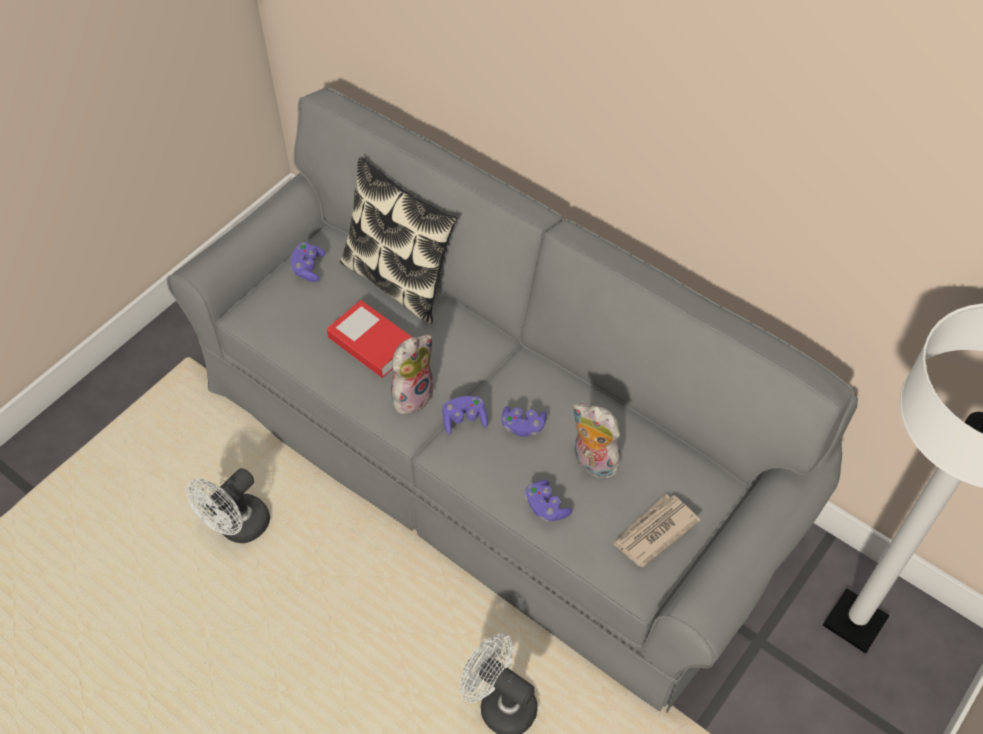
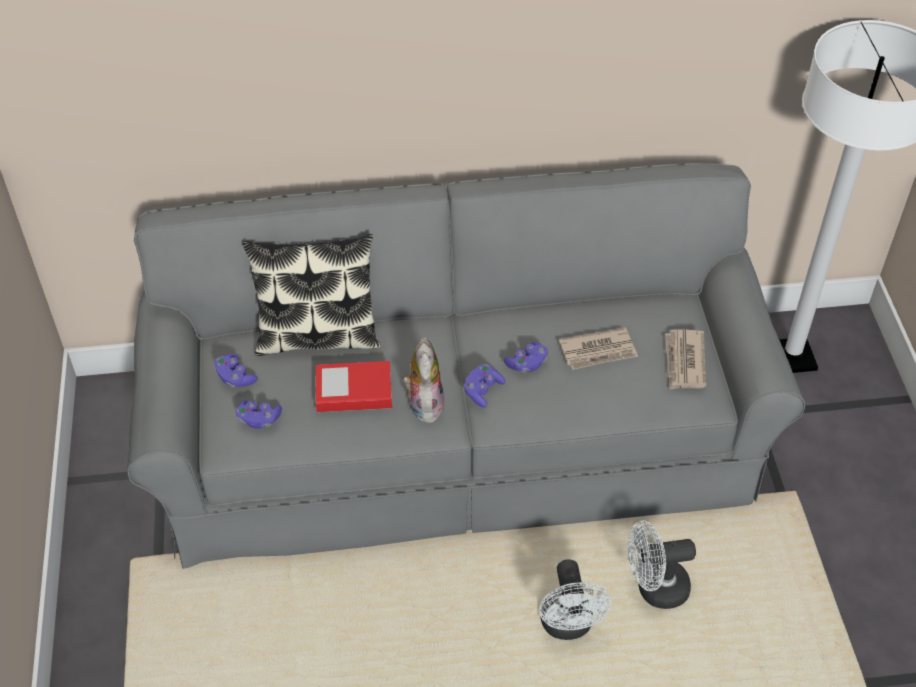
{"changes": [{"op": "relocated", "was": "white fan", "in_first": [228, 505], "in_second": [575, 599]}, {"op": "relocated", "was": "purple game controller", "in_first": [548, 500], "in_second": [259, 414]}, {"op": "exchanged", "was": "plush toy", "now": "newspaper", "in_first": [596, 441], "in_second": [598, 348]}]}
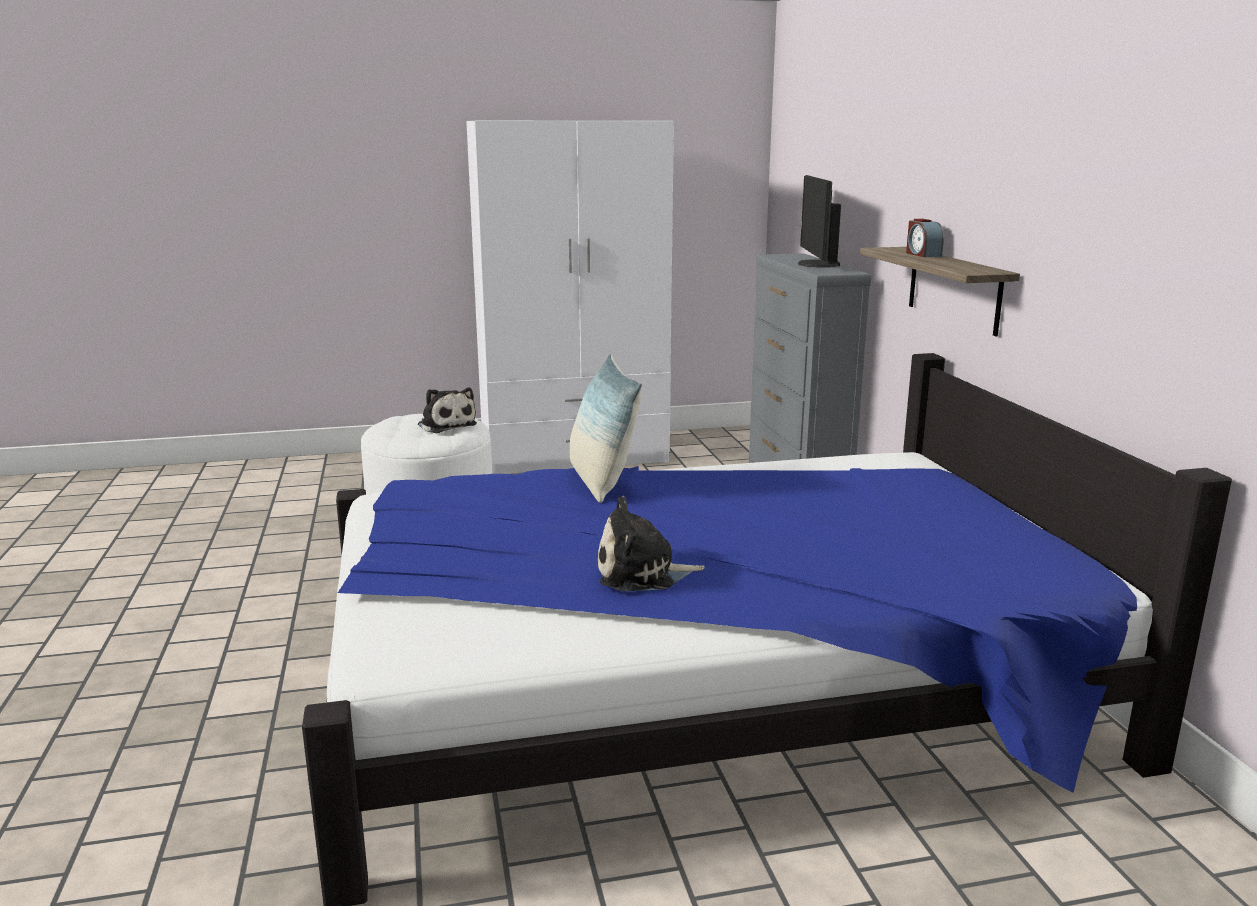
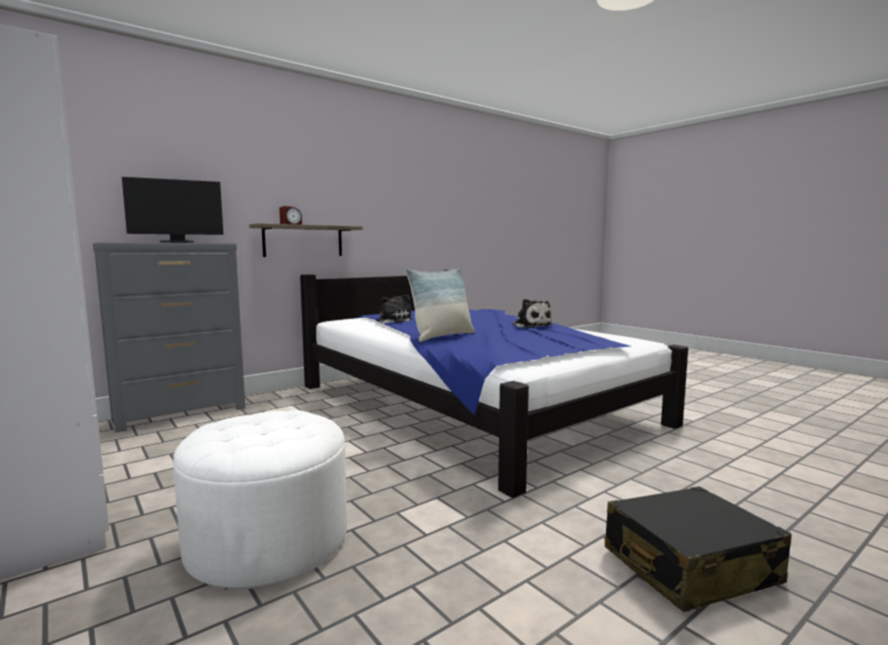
{"changes": [{"op": "relocated", "was": "plush toy", "in_first": [447, 410], "in_second": [395, 309]}, {"op": "appeared", "now": "black suitcase", "in_second": [698, 549]}]}
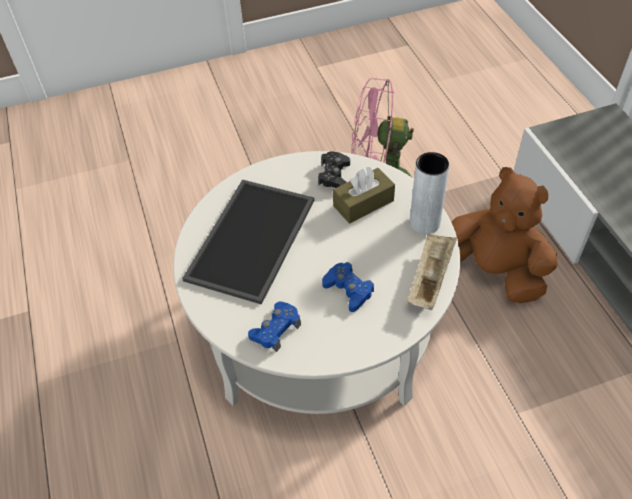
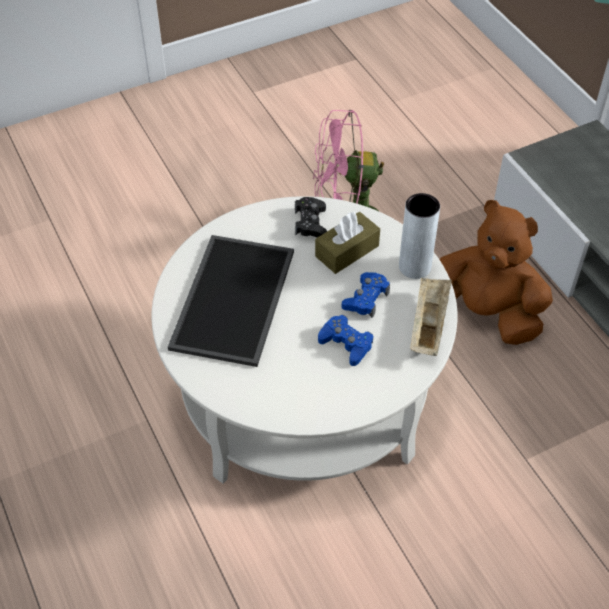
{"changes": [{"op": "relocated", "was": "blue game controller", "in_first": [274, 327], "in_second": [366, 295]}]}
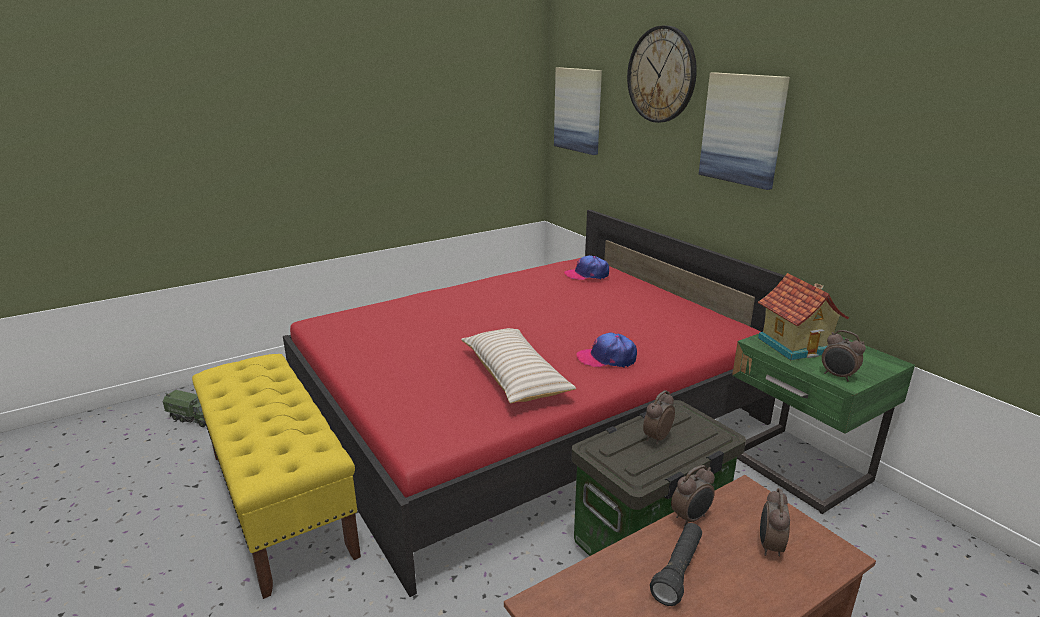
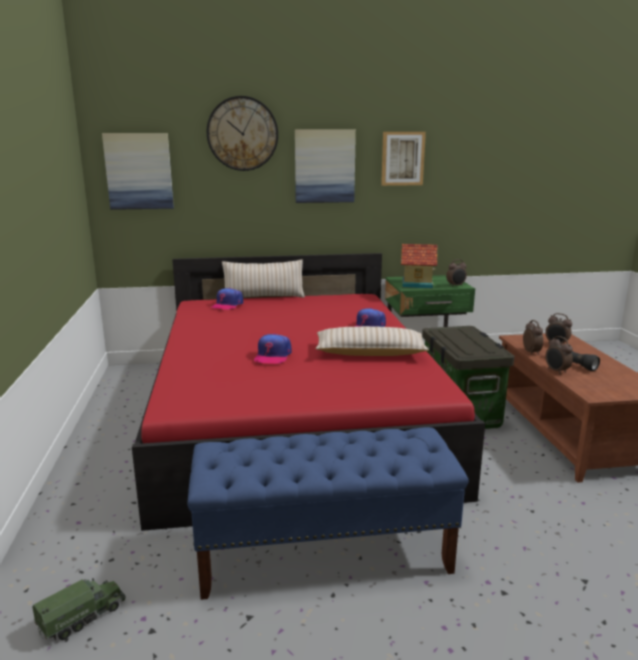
{"changes": [{"op": "colour", "was": "yellow bench", "now": "blue bench", "in_first": [276, 476], "in_second": [328, 513]}, {"op": "relocated", "was": "alarm clock", "in_first": [659, 417], "in_second": [559, 355]}, {"op": "appeared", "now": "beige pillow", "in_second": [263, 278]}, {"op": "appeared", "now": "cap", "in_second": [272, 348]}, {"op": "appeared", "now": "picture", "in_second": [403, 159]}]}
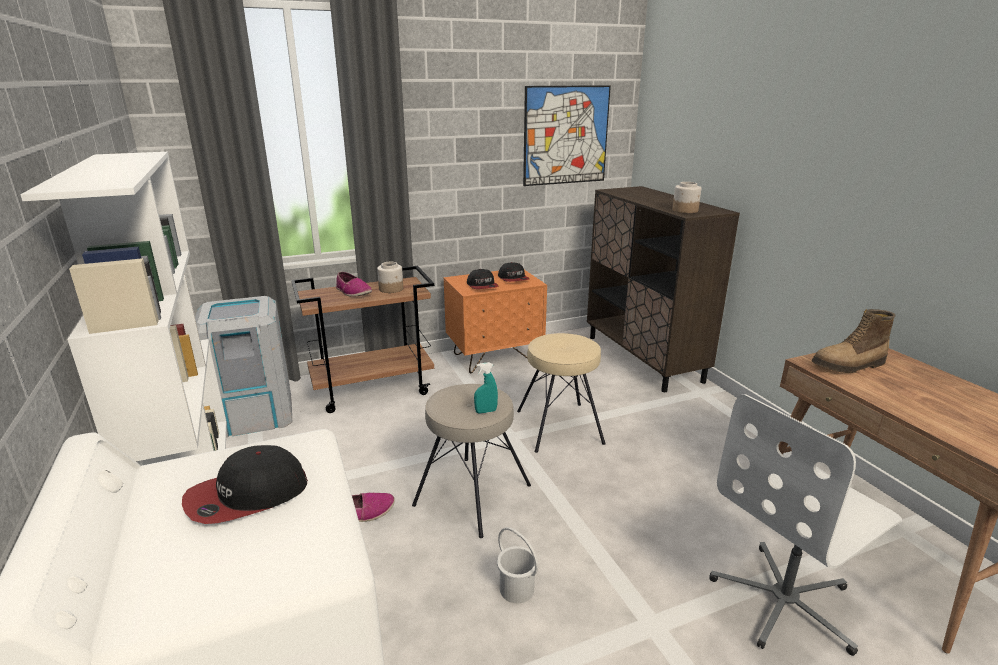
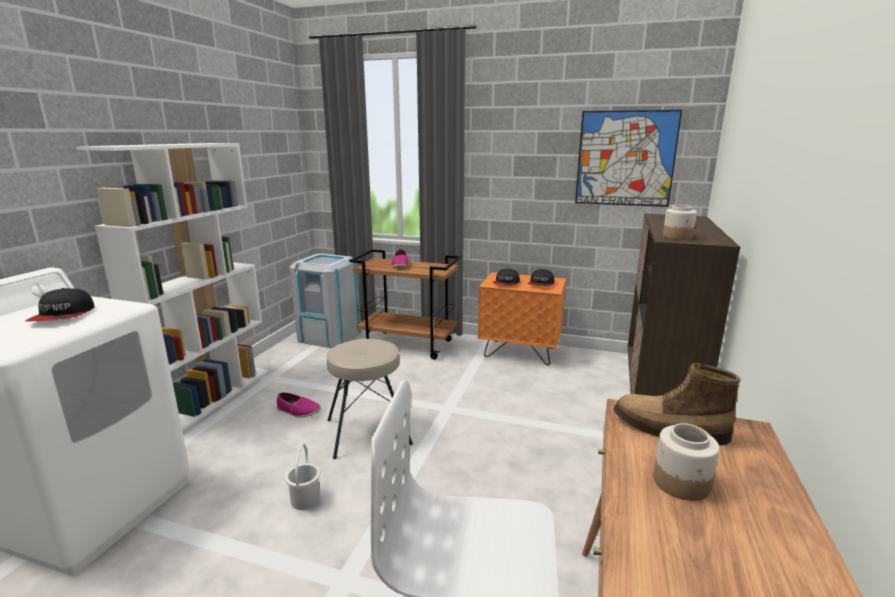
{"changes": [{"op": "spun", "was": "cap", "in_first": [245, 484], "in_second": [60, 304], "clockwise": -105}, {"op": "relocated", "was": "jar", "in_first": [390, 277], "in_second": [686, 462]}, {"op": "missing", "was": "turquoise spray bottle", "in_first": [486, 388]}, {"op": "missing", "was": "beige stool", "in_first": [561, 393]}]}
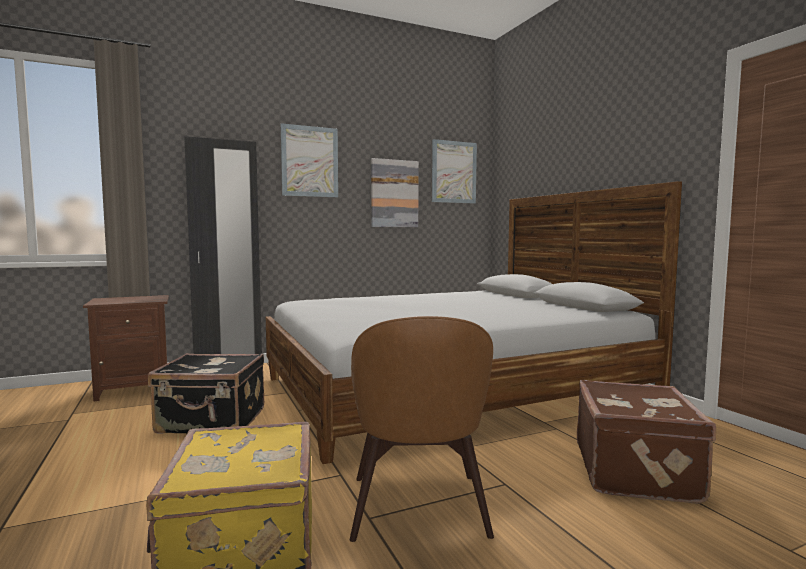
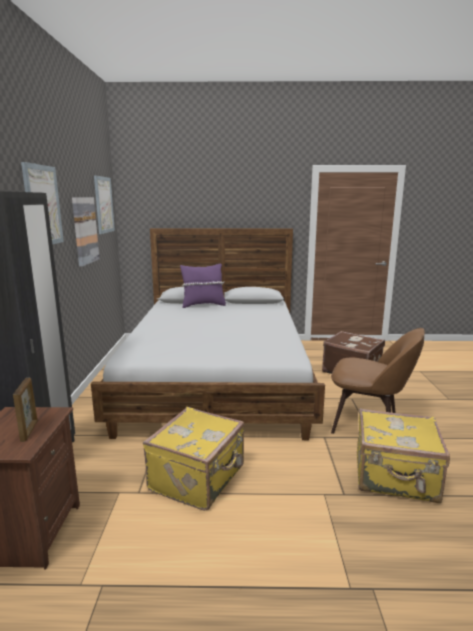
{"changes": [{"op": "colour", "was": "black suitcase", "now": "yellow suitcase", "in_first": [206, 393], "in_second": [194, 459]}, {"op": "appeared", "now": "picture frame", "in_second": [25, 410]}, {"op": "appeared", "now": "purple pillow", "in_second": [203, 286]}]}
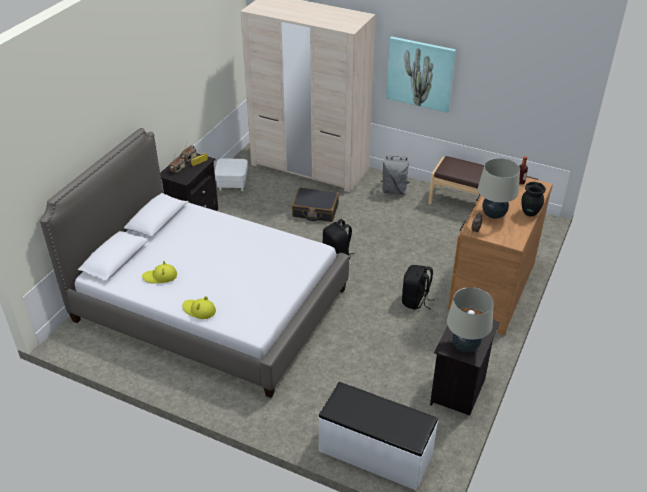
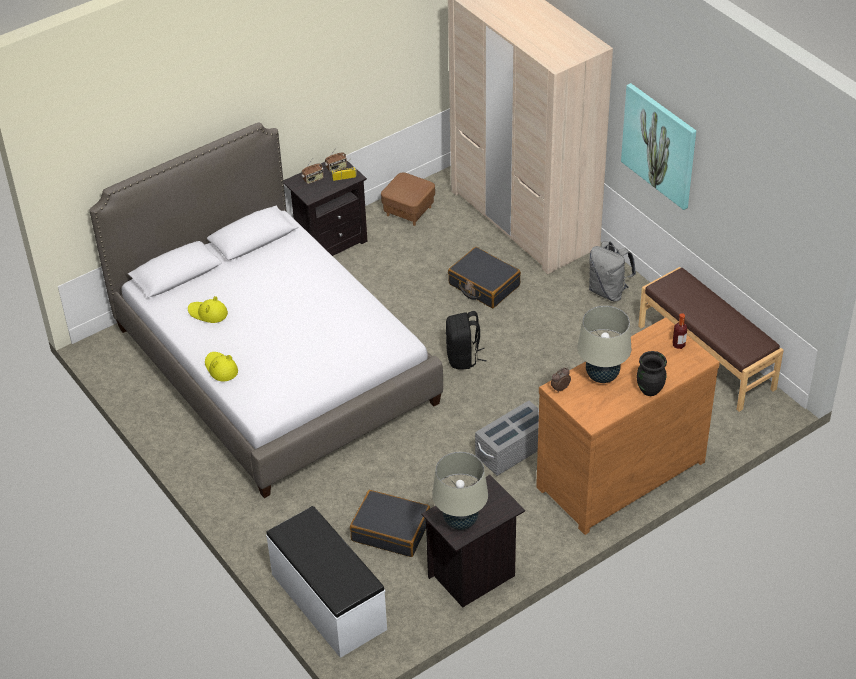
{"changes": [{"op": "colour", "was": "white ottoman", "now": "brown ottoman", "in_first": [231, 174], "in_second": [408, 199]}, {"op": "exchanged", "was": "black backpack", "now": "grey storage box", "in_first": [418, 287], "in_second": [507, 438]}, {"op": "appeared", "now": "black suitcase", "in_second": [390, 523]}]}
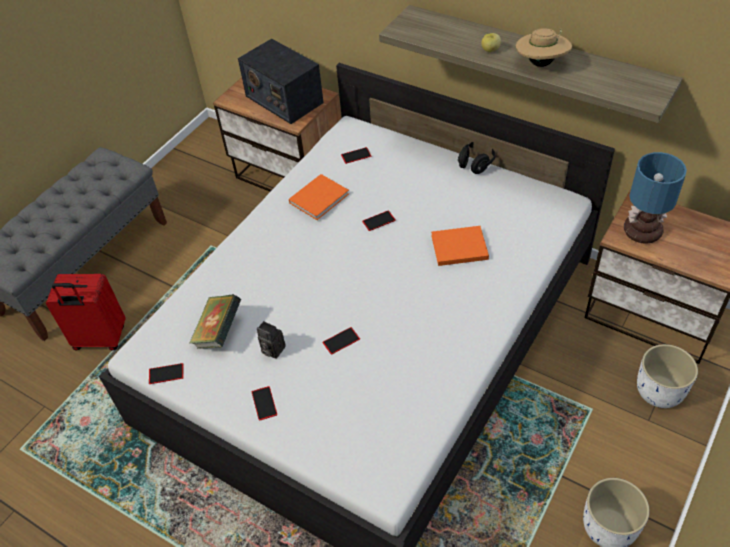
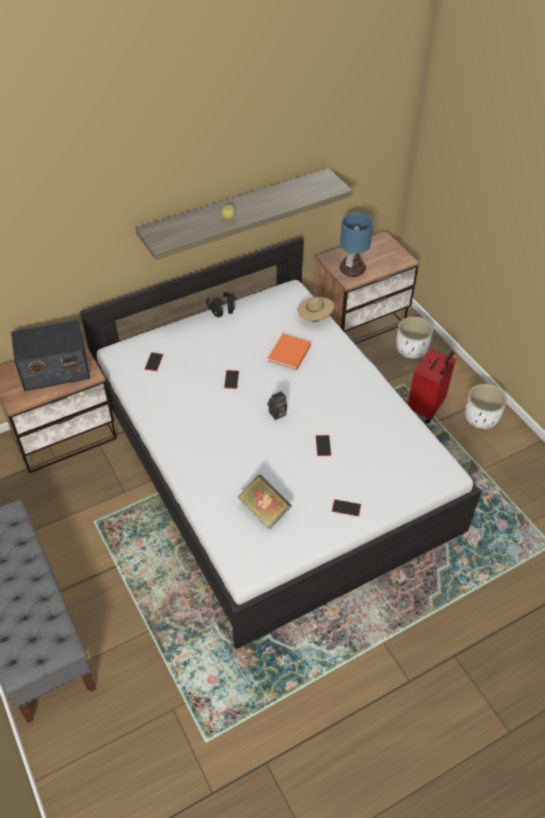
{"changes": [{"op": "relocated", "was": "red suitcase", "in_first": [86, 312], "in_second": [432, 386]}, {"op": "missing", "was": "phone", "in_first": [166, 373]}, {"op": "relocated", "was": "photo camera", "in_first": [271, 340], "in_second": [277, 405]}, {"op": "missing", "was": "orange book", "in_first": [319, 197]}, {"op": "relocated", "was": "beige hat", "in_first": [544, 47], "in_second": [315, 308]}]}
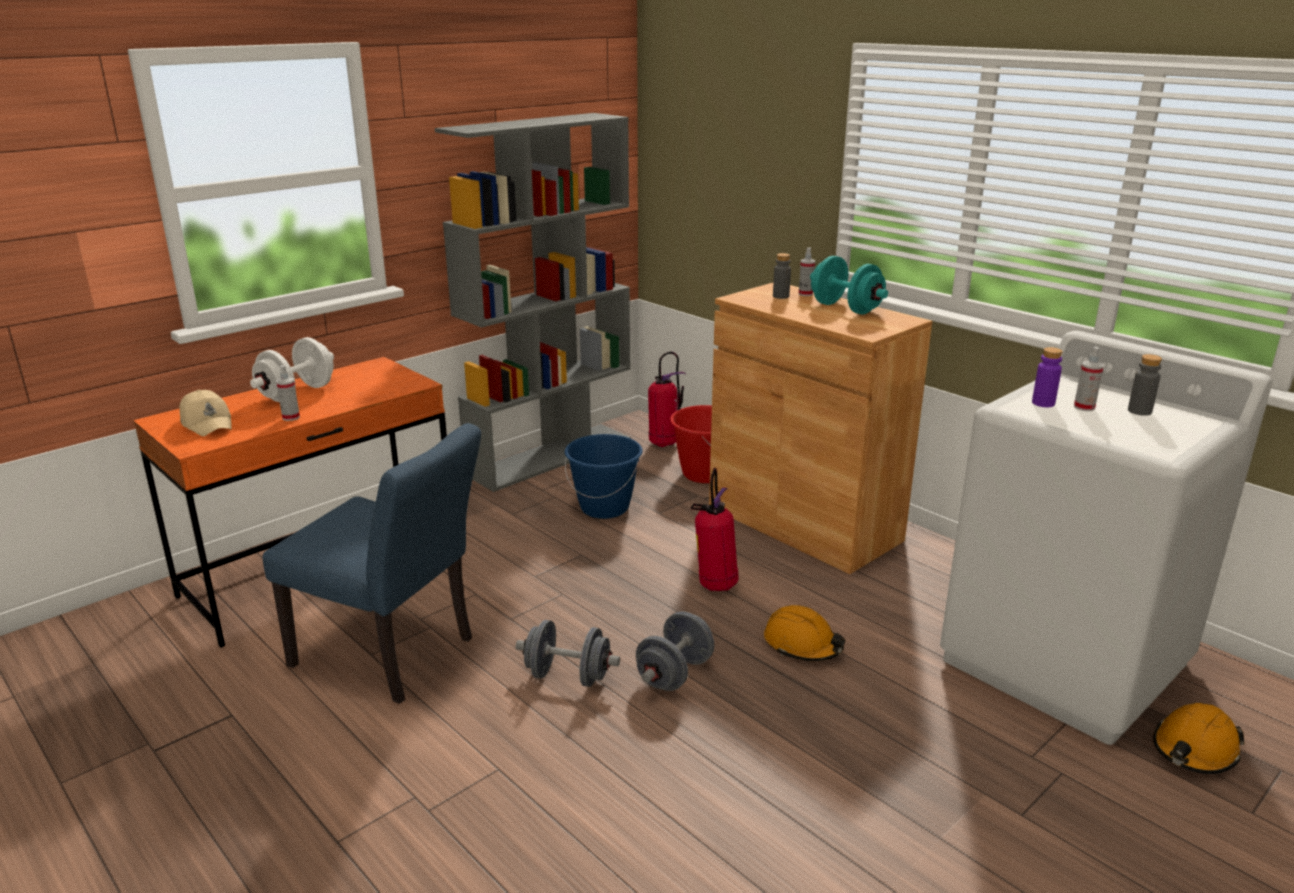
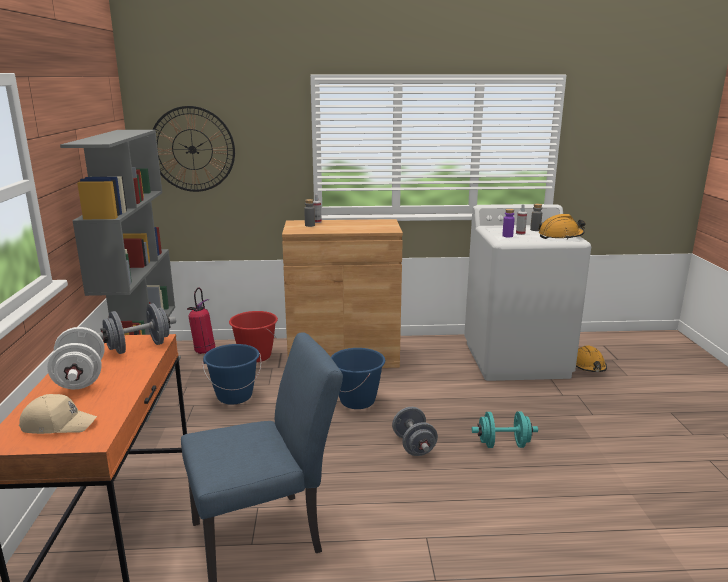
{"changes": [{"op": "missing", "was": "spray bottle", "in_first": [288, 393]}, {"op": "relocated", "was": "grey dumbbell", "in_first": [568, 653], "in_second": [137, 328]}, {"op": "exchanged", "was": "fire extinguisher", "now": "blue bucket", "in_first": [715, 529], "in_second": [358, 378]}, {"op": "relocated", "was": "orange hard hat", "in_first": [804, 633], "in_second": [562, 227]}, {"op": "relocated", "was": "turquoise dumbbell", "in_first": [849, 285], "in_second": [505, 429]}, {"op": "appeared", "now": "wall clock", "in_second": [193, 149]}]}
